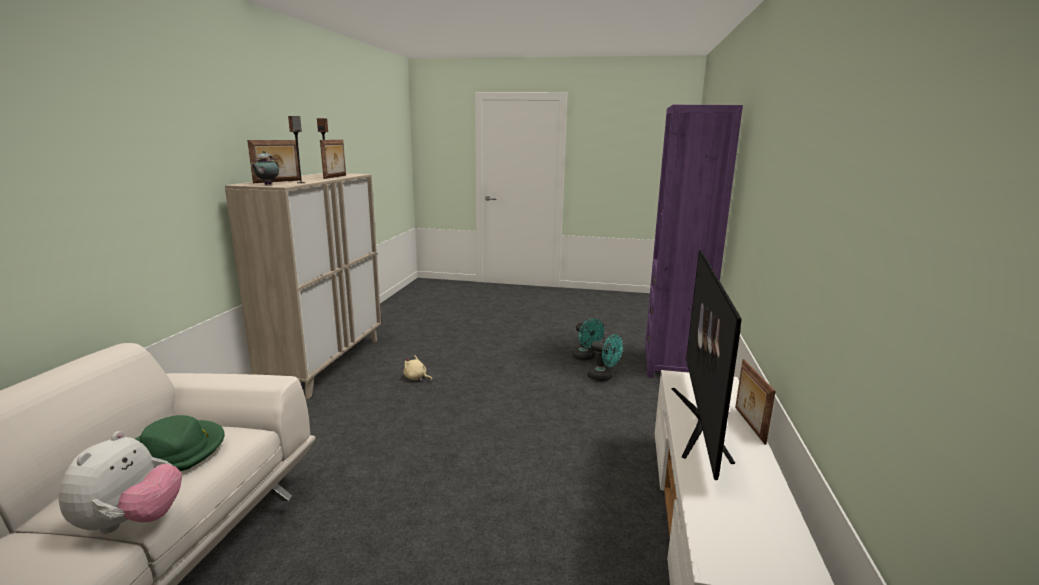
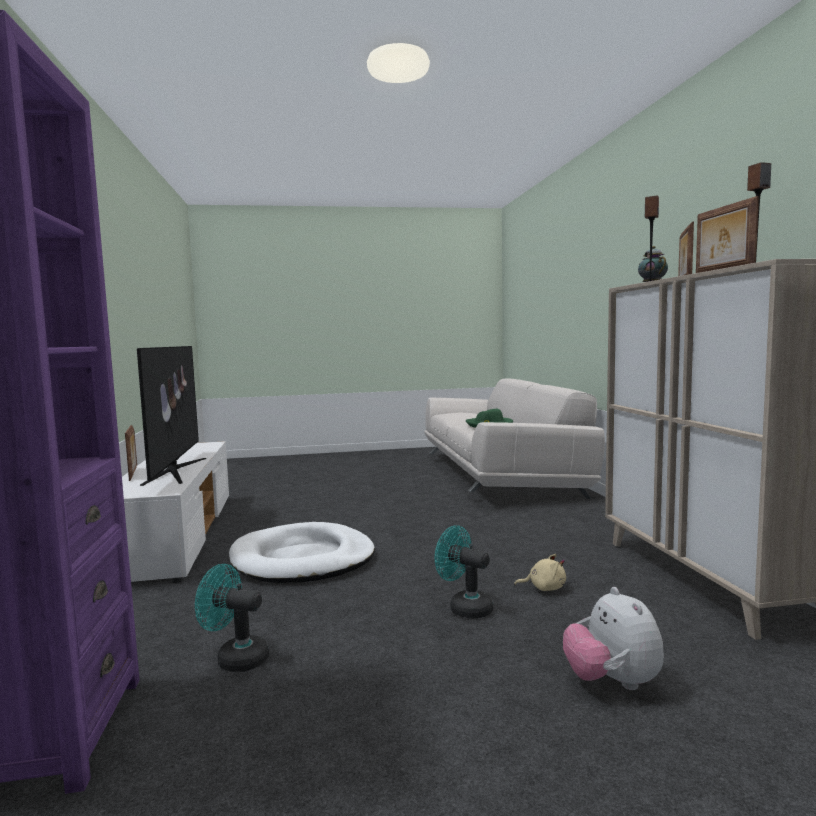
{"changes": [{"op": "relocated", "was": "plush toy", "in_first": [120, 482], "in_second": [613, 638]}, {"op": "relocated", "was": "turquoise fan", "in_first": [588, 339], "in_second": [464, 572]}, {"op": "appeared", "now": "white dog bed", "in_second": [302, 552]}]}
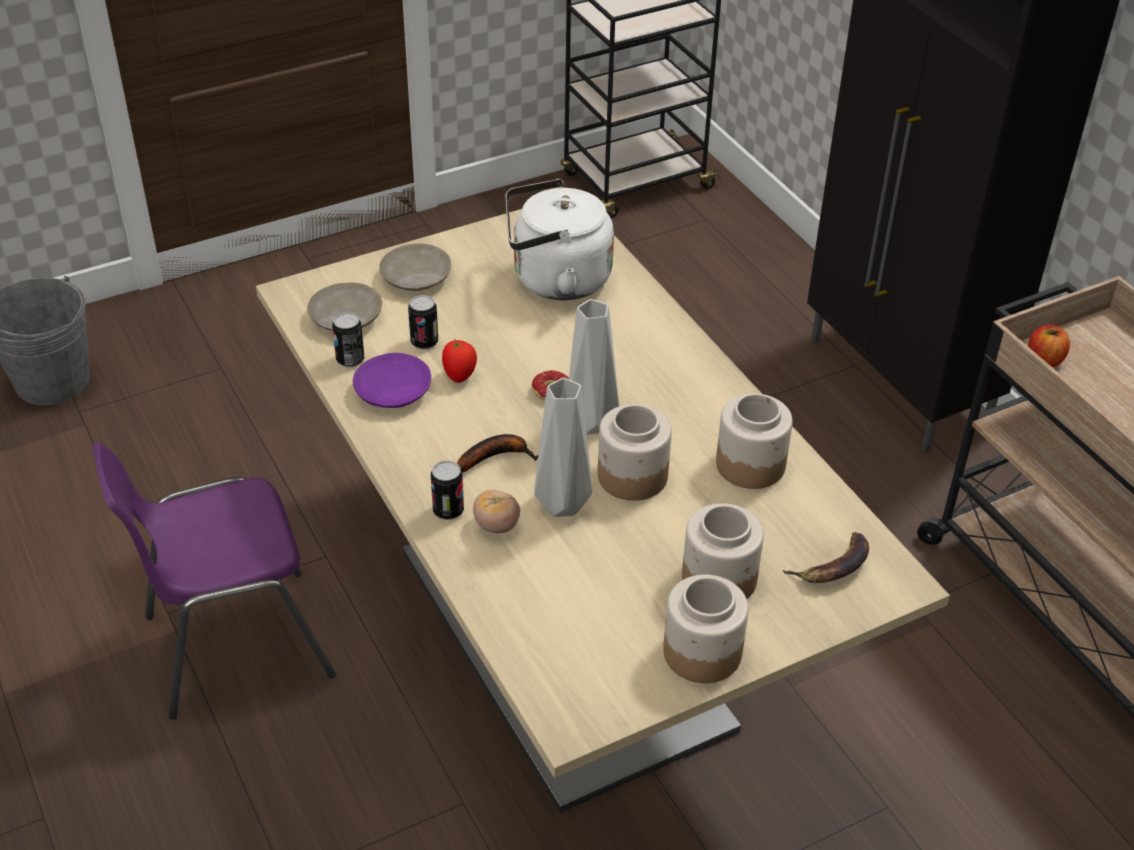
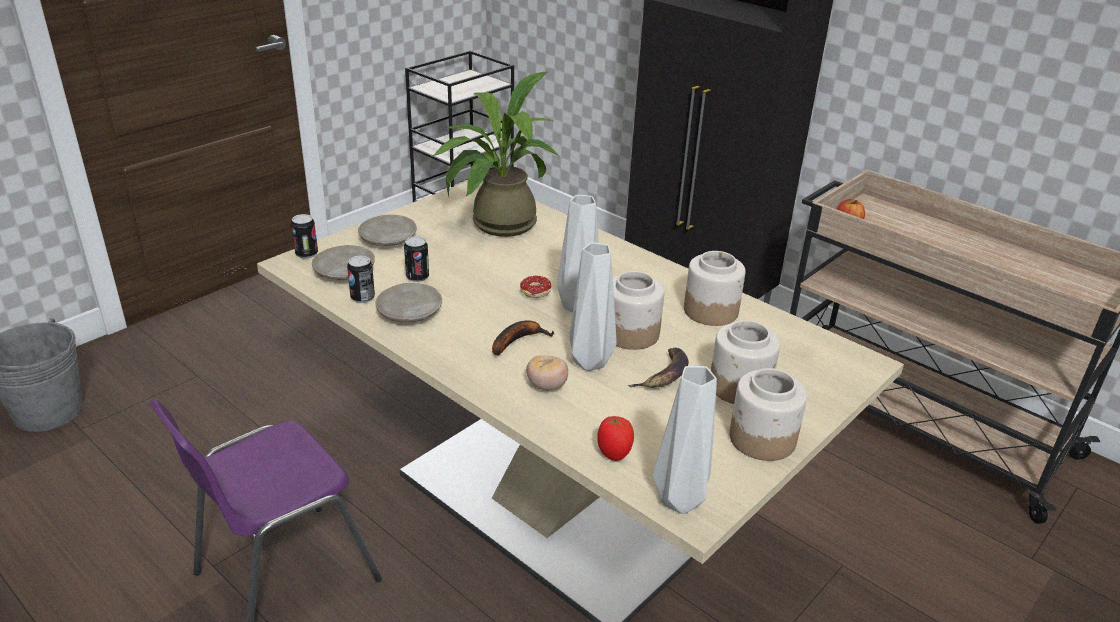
{"changes": [{"op": "colour", "was": "purple plate", "now": "beige plate", "in_first": [392, 380], "in_second": [408, 302]}, {"op": "relocated", "was": "can", "in_first": [447, 490], "in_second": [304, 236]}, {"op": "relocated", "was": "tomato", "in_first": [459, 361], "in_second": [615, 438]}, {"op": "exchanged", "was": "white kettle", "now": "potted plant", "in_first": [559, 239], "in_second": [495, 154]}, {"op": "relocated", "was": "banana", "in_first": [826, 557], "in_second": [658, 368]}, {"op": "appeared", "now": "grey vase", "in_second": [685, 440]}]}
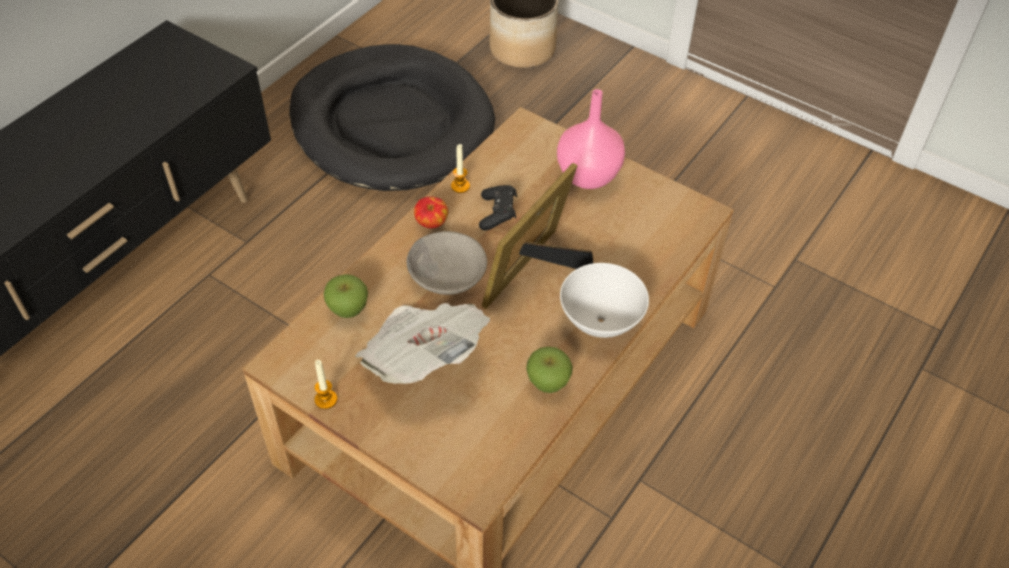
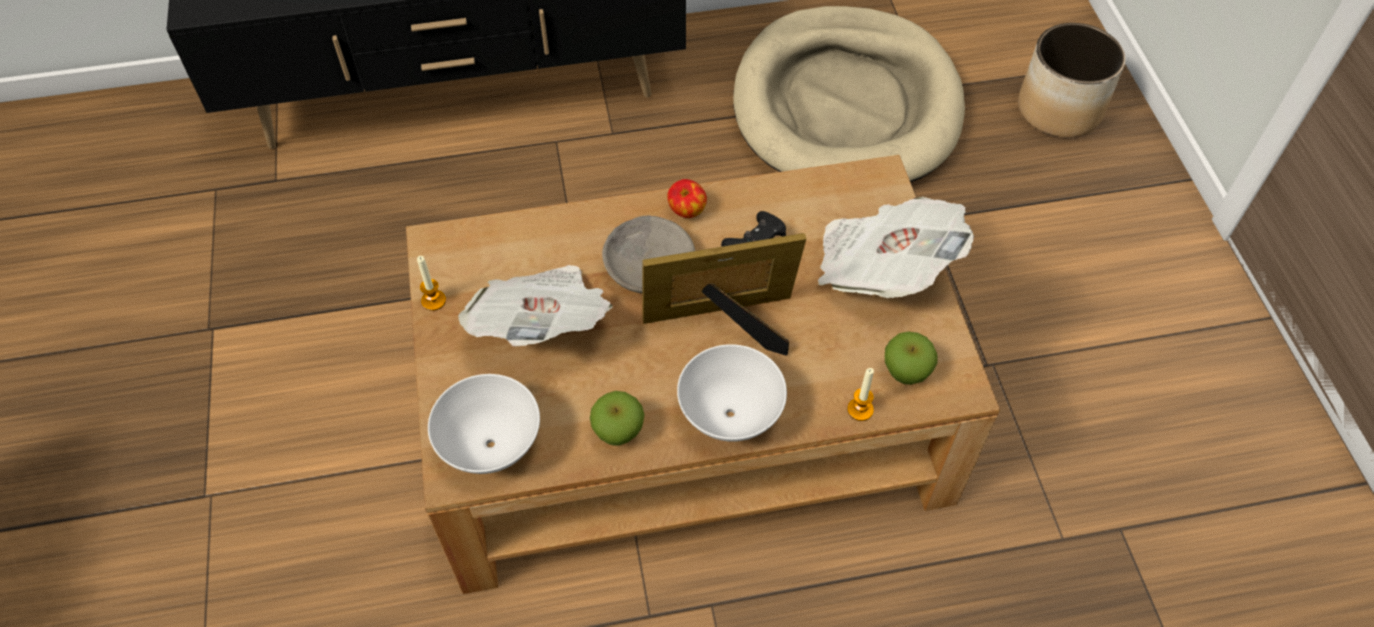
{"changes": [{"op": "colour", "was": "black dog bed", "now": "beige dog bed", "in_first": [392, 117], "in_second": [849, 94]}, {"op": "relocated", "was": "apple", "in_first": [346, 296], "in_second": [911, 358]}, {"op": "relocated", "was": "candle", "in_first": [460, 168], "in_second": [860, 394]}, {"op": "exchanged", "was": "pink vase", "now": "newspaper", "in_first": [591, 139], "in_second": [896, 247]}, {"op": "appeared", "now": "white bowl", "in_second": [484, 424]}]}
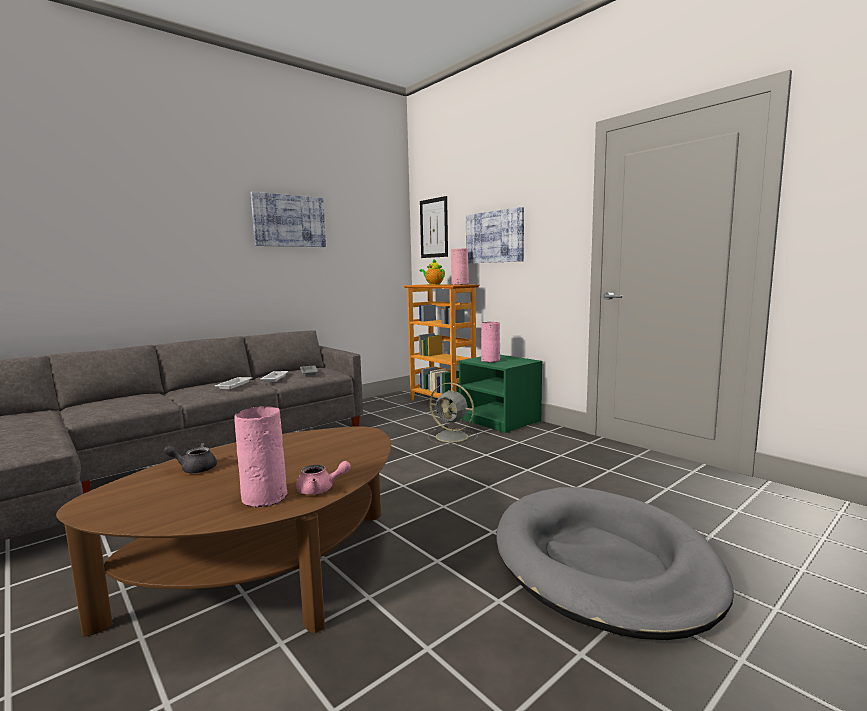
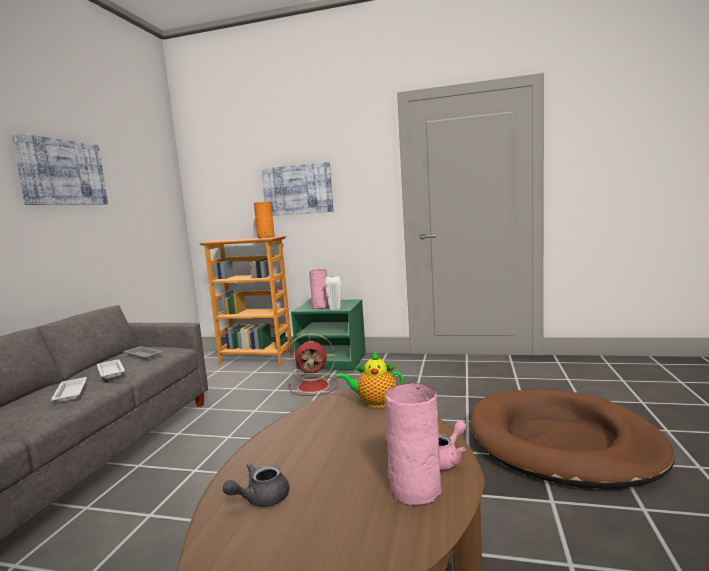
{"changes": [{"op": "missing", "was": "picture", "in_first": [434, 227]}, {"op": "relocated", "was": "teapot", "in_first": [432, 272], "in_second": [370, 379]}, {"op": "colour", "was": "grey fan", "now": "red fan", "in_first": [453, 414], "in_second": [312, 364]}, {"op": "colour", "was": "pink vase", "now": "orange vase", "in_first": [460, 266], "in_second": [264, 219]}, {"op": "colour", "was": "grey dog bed", "now": "brown dog bed", "in_first": [615, 563], "in_second": [572, 439]}, {"op": "appeared", "now": "white vase", "in_second": [333, 292]}]}
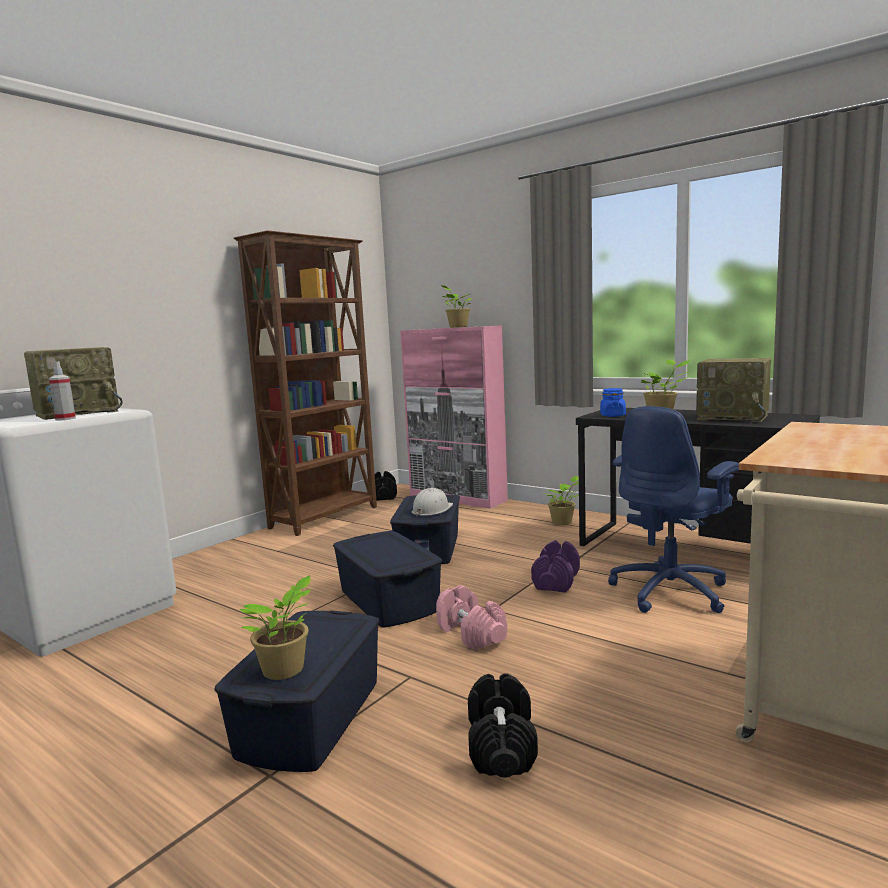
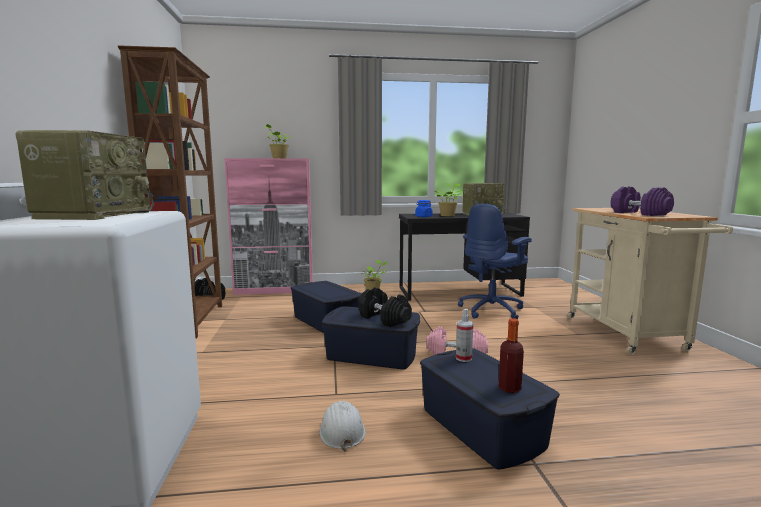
{"changes": [{"op": "relocated", "was": "spray bottle", "in_first": [62, 391], "in_second": [464, 335]}, {"op": "exchanged", "was": "potted plant", "now": "bottle", "in_first": [275, 627], "in_second": [511, 355]}, {"op": "relocated", "was": "white hard hat", "in_first": [432, 502], "in_second": [342, 426]}, {"op": "relocated", "was": "black dumbbell", "in_first": [503, 725], "in_second": [385, 307]}, {"op": "relocated", "was": "purple dumbbell", "in_first": [555, 566], "in_second": [642, 201]}, {"op": "spun", "was": "blue office chair", "in_first": [673, 509], "in_second": [495, 261], "clockwise": 45}]}
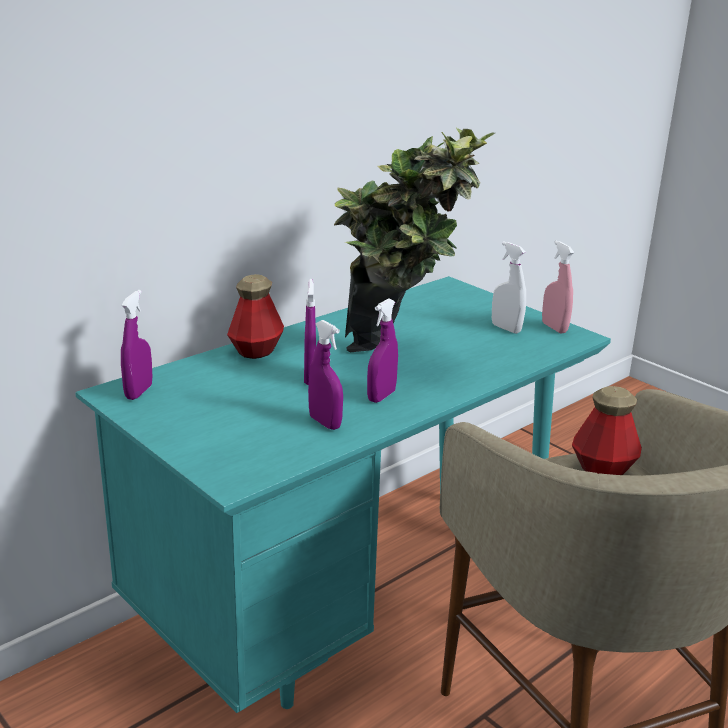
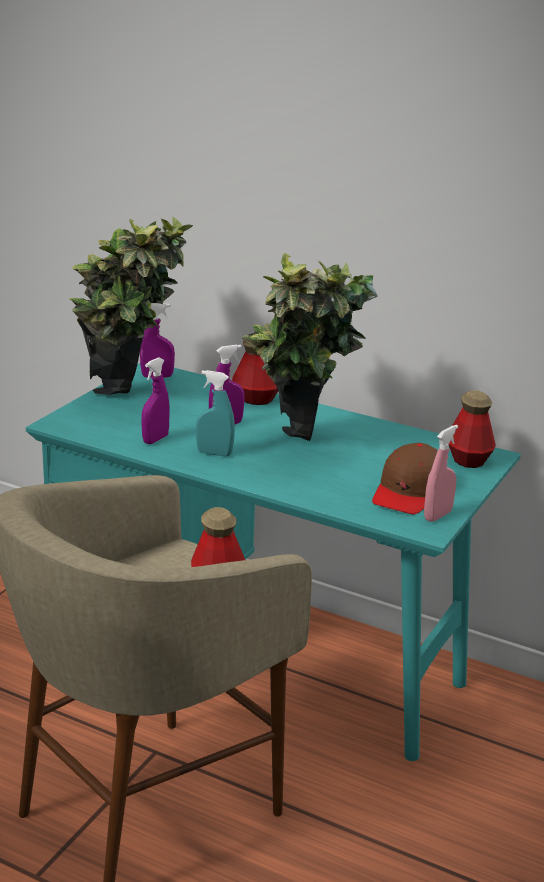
{"changes": [{"op": "colour", "was": "purple spray bottle", "now": "turquoise spray bottle", "in_first": [382, 350], "in_second": [215, 413]}, {"op": "exchanged", "was": "white spray bottle", "now": "brown cap", "in_first": [509, 287], "in_second": [405, 478]}, {"op": "appeared", "now": "potted plant", "in_second": [131, 305]}, {"op": "appeared", "now": "bottle", "in_second": [472, 429]}]}
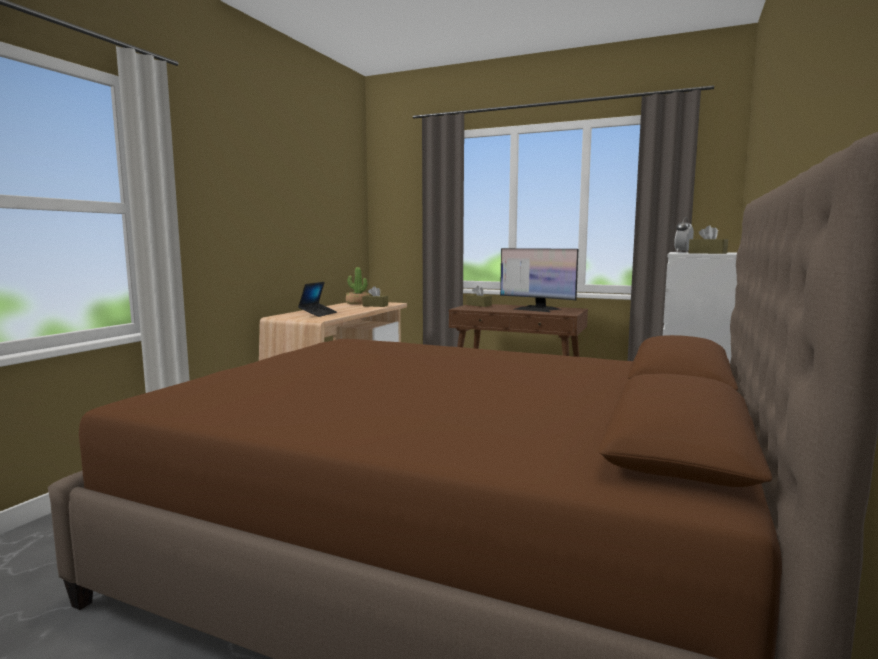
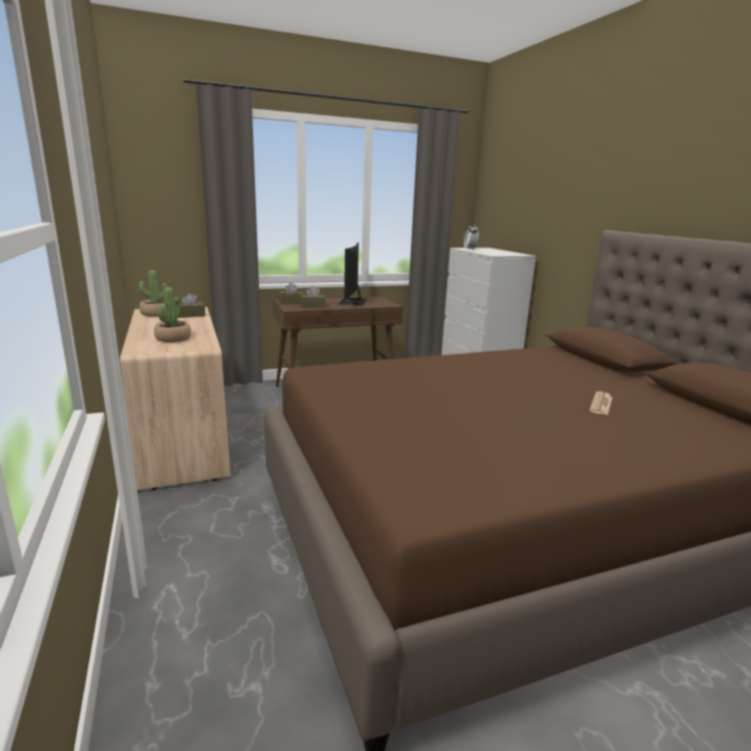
{"changes": [{"op": "exchanged", "was": "laptop", "now": "potted plant", "in_first": [317, 299], "in_second": [172, 314]}, {"op": "spun", "was": "monitor", "in_first": [539, 280], "in_second": [352, 274], "clockwise": 105}, {"op": "relocated", "was": "brown tissue box", "in_first": [708, 239], "in_second": [312, 297]}, {"op": "appeared", "now": "newspaper", "in_second": [601, 403]}]}
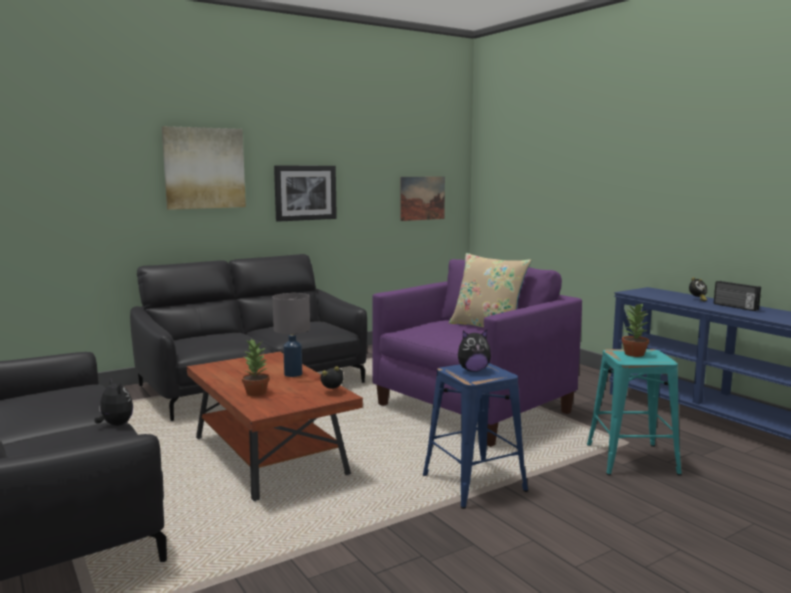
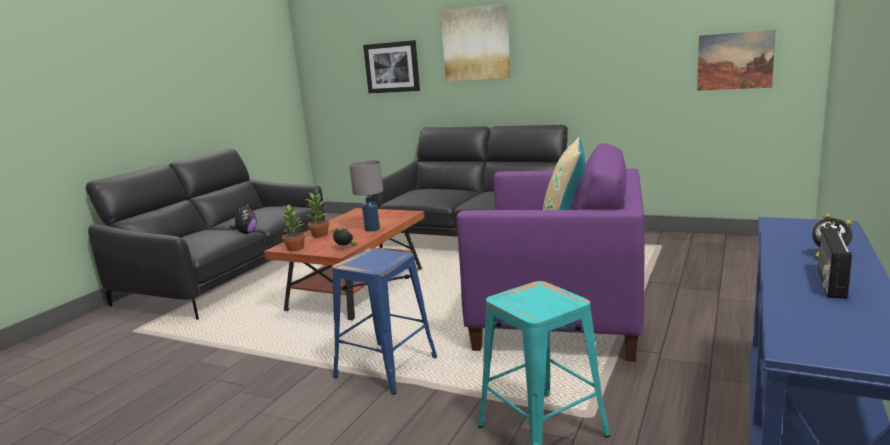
{"changes": [{"op": "relocated", "was": "picture", "in_first": [305, 194], "in_second": [391, 66]}, {"op": "missing", "was": "plush toy", "in_first": [474, 351]}, {"op": "relocated", "was": "potted plant", "in_first": [635, 330], "in_second": [294, 227]}]}
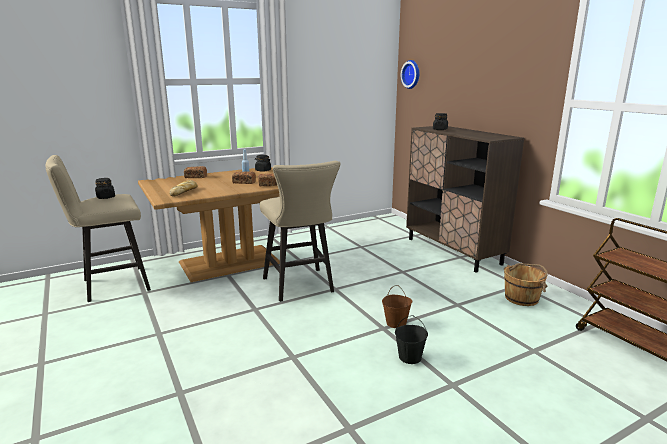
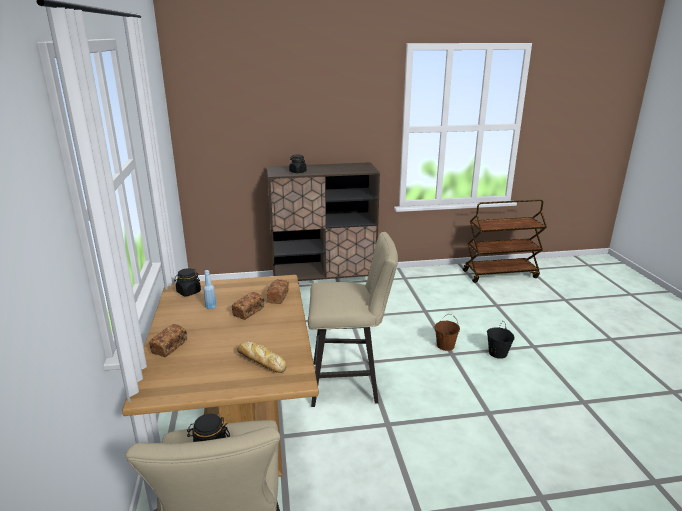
{"changes": [{"op": "missing", "was": "wall clock", "in_first": [410, 74]}, {"op": "missing", "was": "brown bucket", "in_first": [526, 284]}]}
